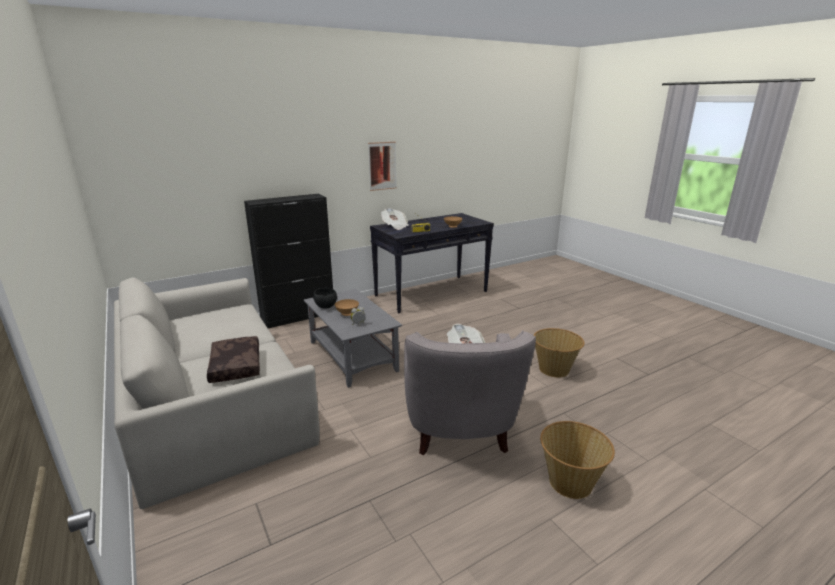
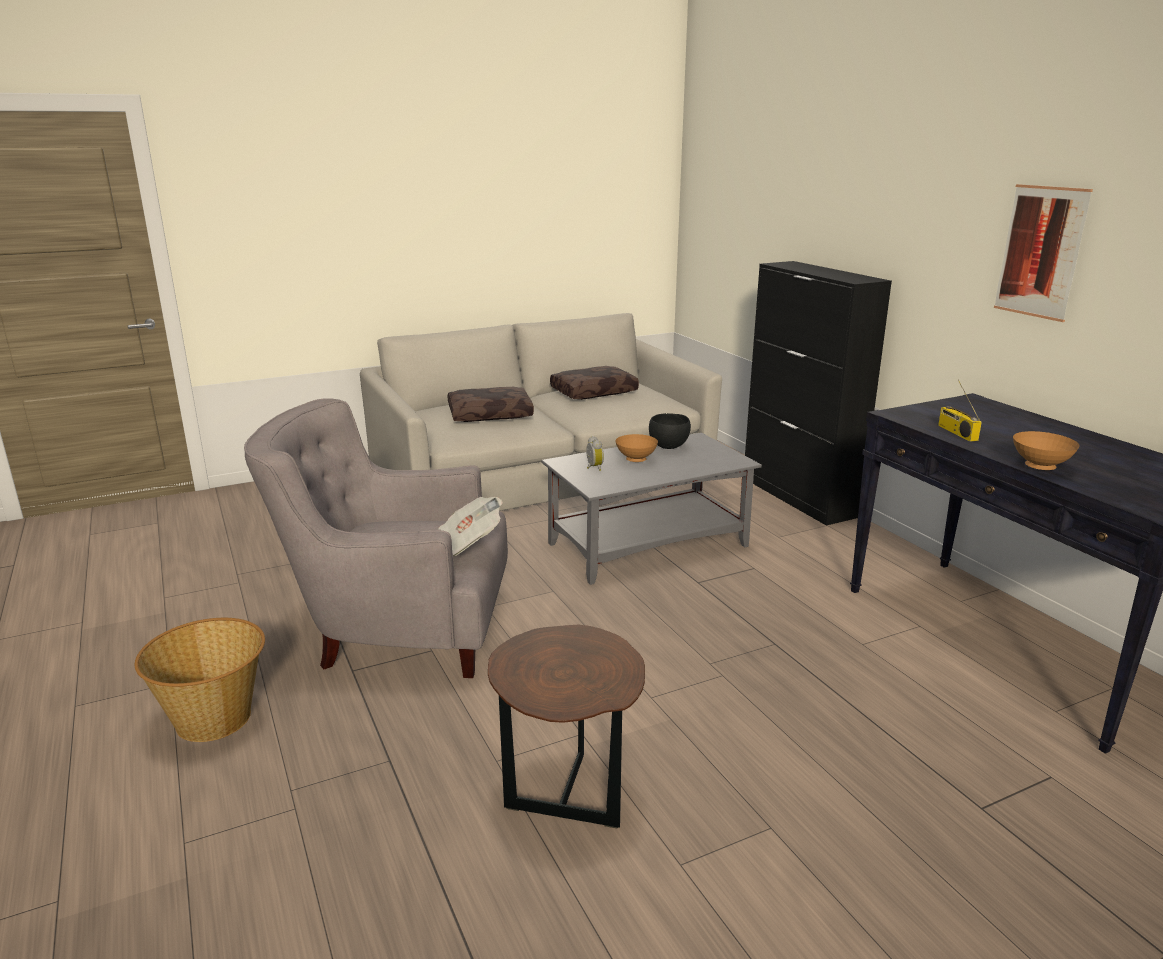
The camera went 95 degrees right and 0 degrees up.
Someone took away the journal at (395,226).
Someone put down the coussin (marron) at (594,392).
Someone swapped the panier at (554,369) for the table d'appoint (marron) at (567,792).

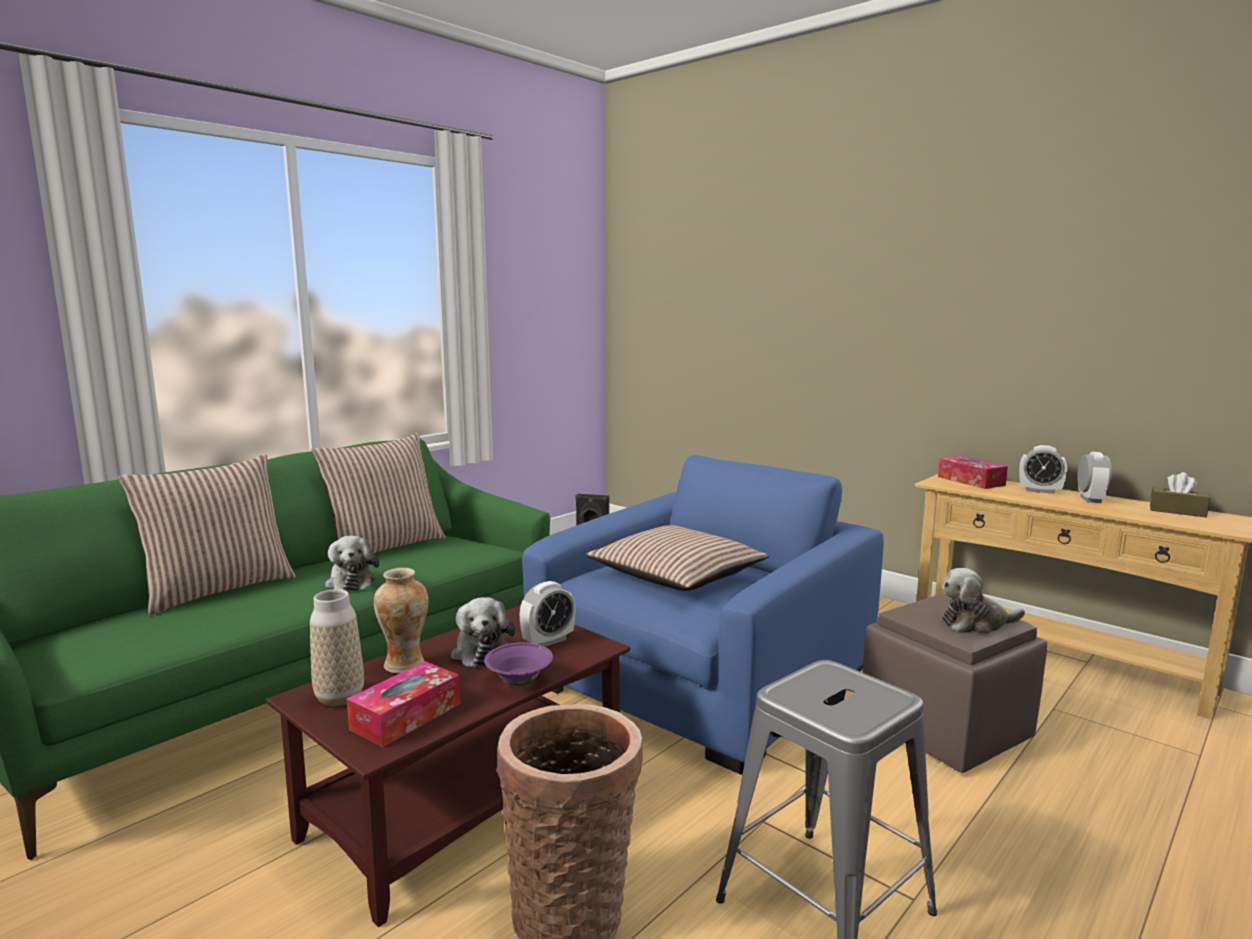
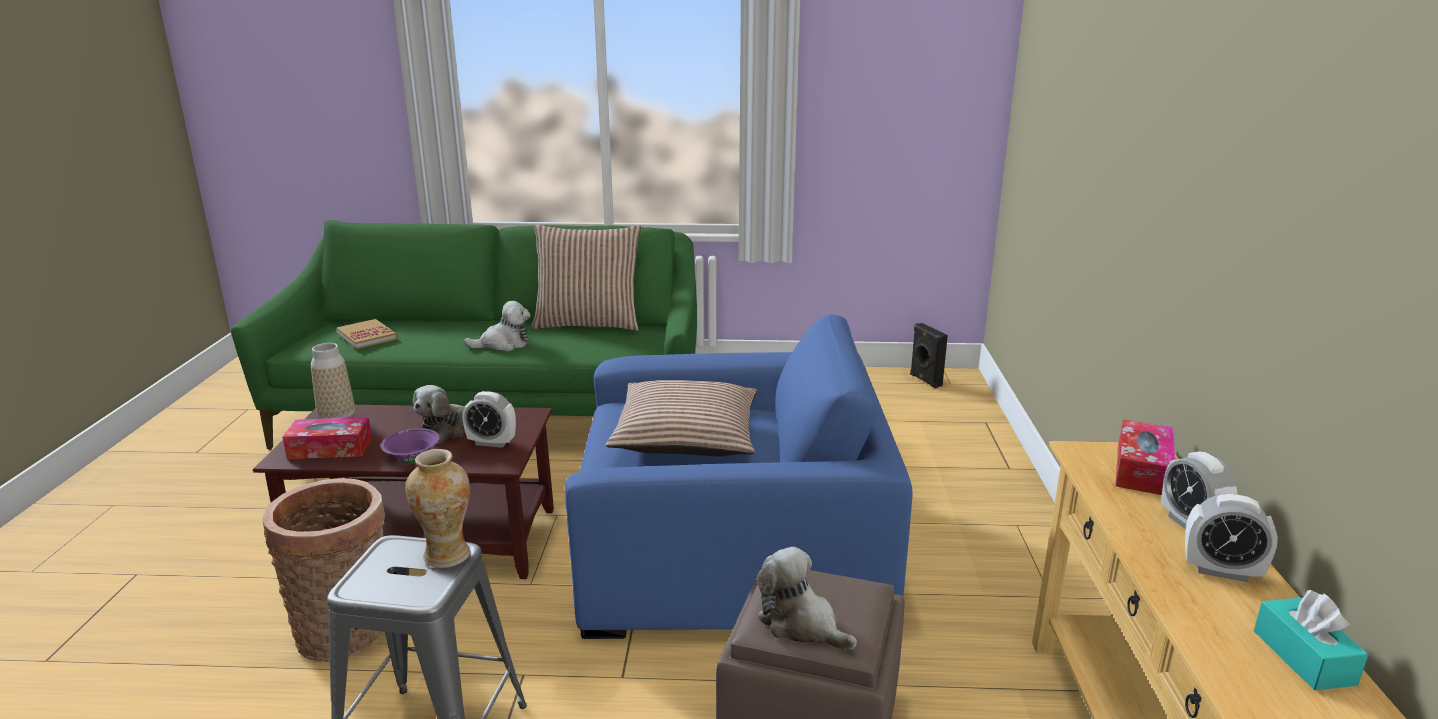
The camera went 50 degrees right and 10 degrees up.
Someone took away the coussin at (218,589).
Someone put down the livre at (367,336).
Someone carried the vase from (405,665) to (447,556).
Someone repainted the boîte à mouchoirs (marron) at (1177,511), which became the boîte à mouchoirs (turquoise) at (1303,657).
Someone rotated the peluche at (351,582) by 135 degrees counterclockwise.
Someone rotated the réveil at (1090,499) by 45 degrees clockwise.

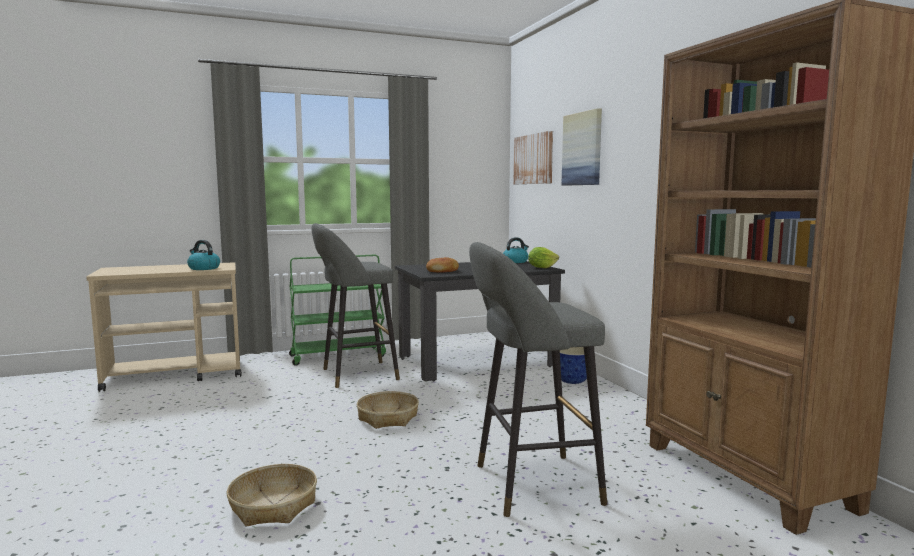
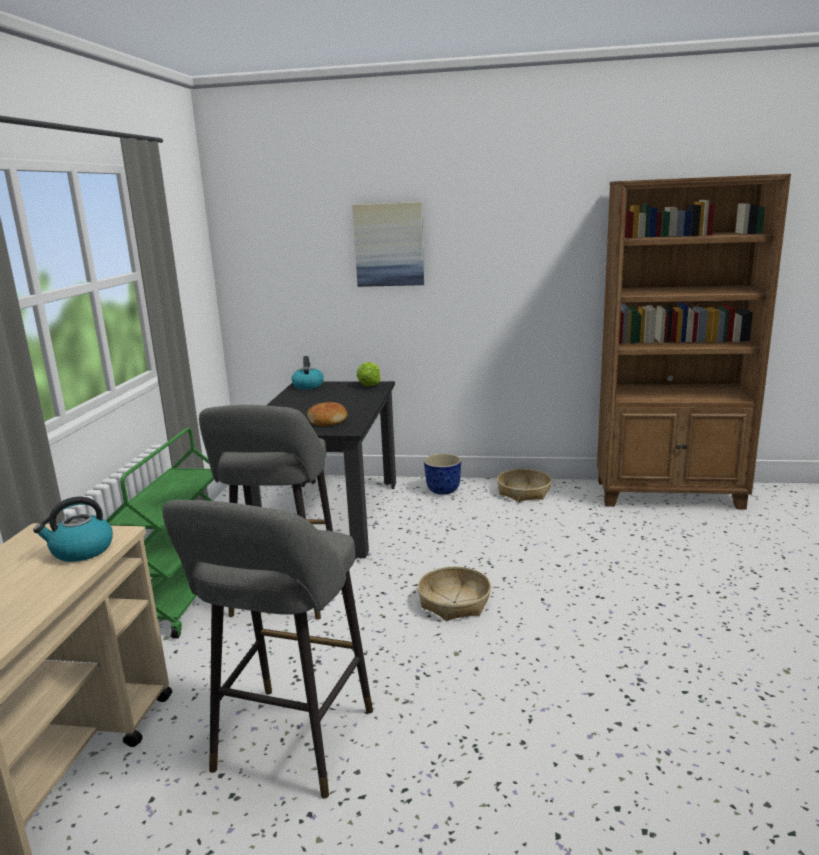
The camera went 60 degrees left and 10 degrees up.
Someone took away the tableau at (533,159).
Someone carried the panier from (273,506) to (524,492).
Someone carried the tabouret (gris) from (529,484) to (290,746).

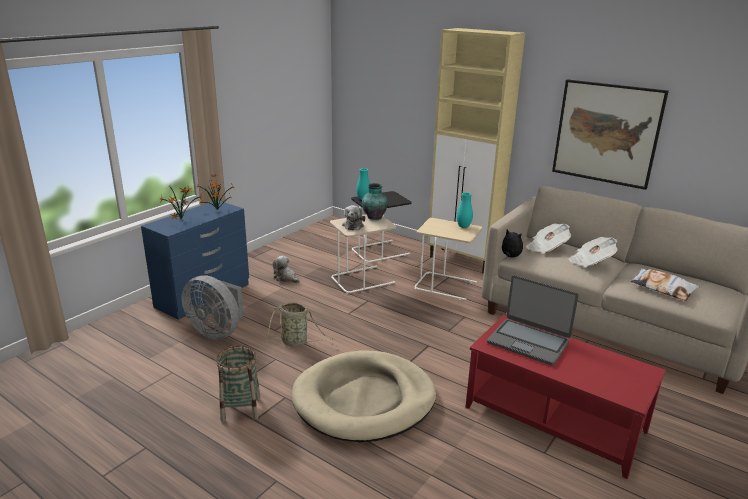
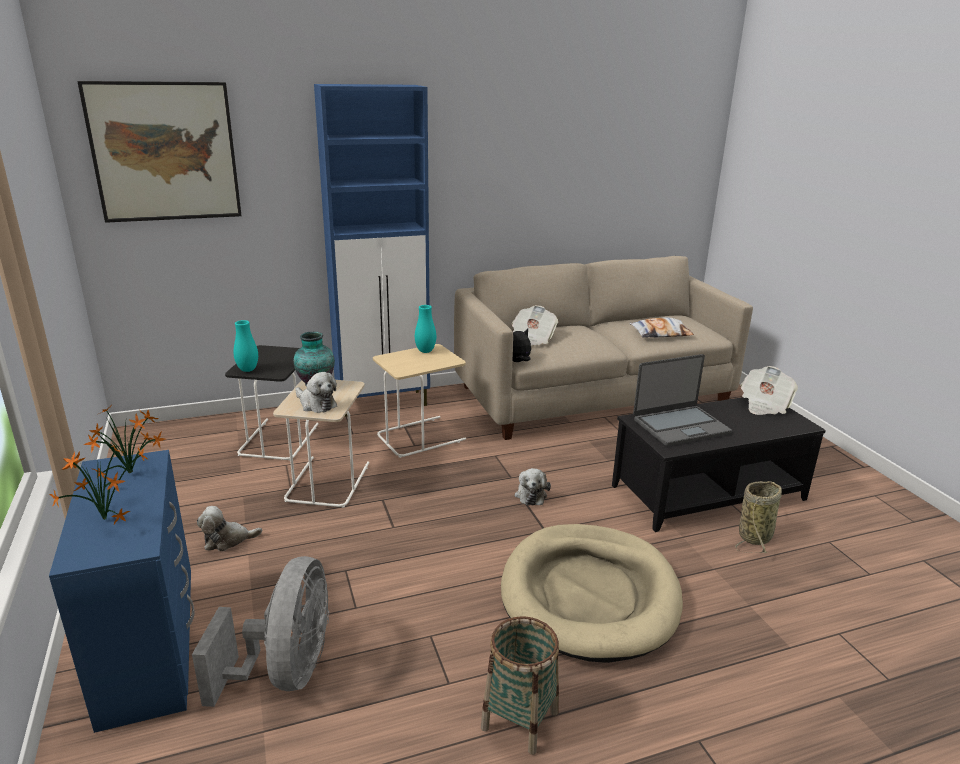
The camera went 55 degrees left and 0 degrees up.
Someone put down the peluche at (531,494).
Someone carried the panier from (296,342) to (755,536).
Someone carried the tableau from (606,133) to (165,152).
Someone carried the journal from (590,262) to (764,405).
Someone repainted the meuble de rangement (beige) at (463,261), which became the meuble de rangement (bleu) at (384,403).
Someone repainted the table basse (rouge) at (555,418), which became the table basse (noir) at (707,492).
Someone rotated the ventilateur (gris) at (217,331) by 60 degrees counterclockwise.

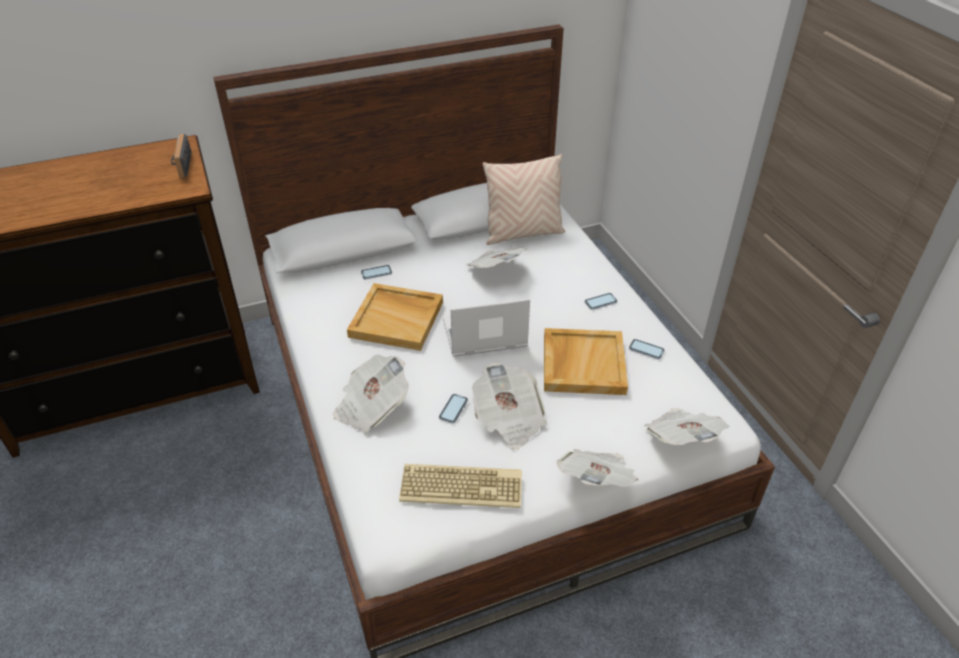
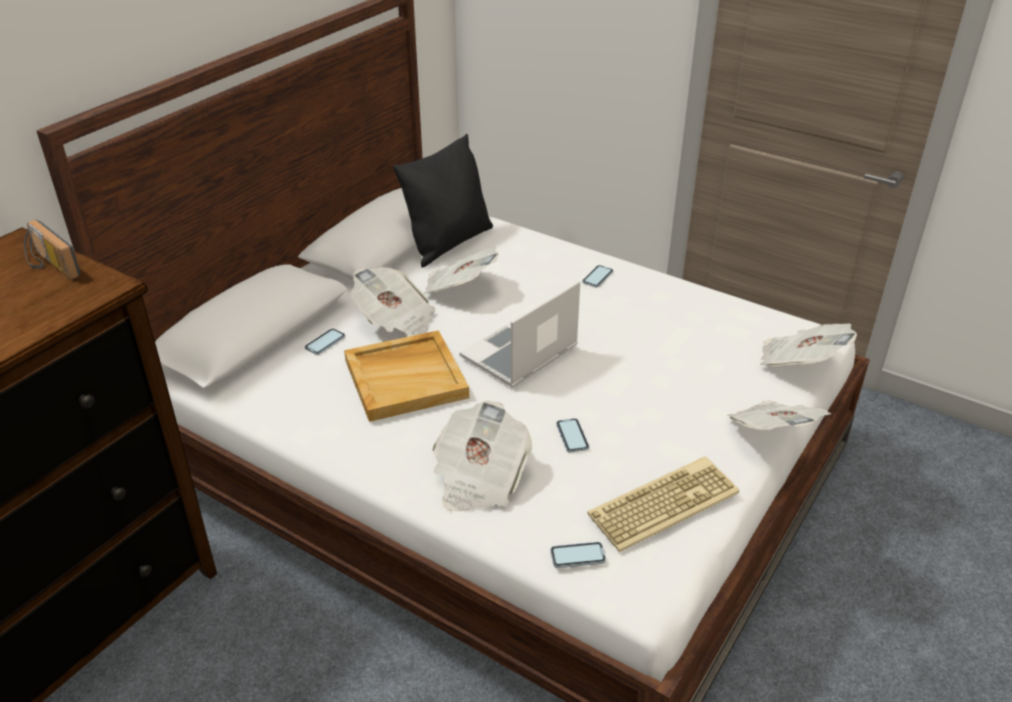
The camera went 35 degrees left and 5 degrees down.
Someone took away the plateau (beige) at (582,363).
Someone carried the journal from (509,419) to (395,321).
Someone carried the téléphone from (646,350) to (577,556).
Someone repainted the coussin (beige) at (523,233), which became the coussin (noir) at (449,243).

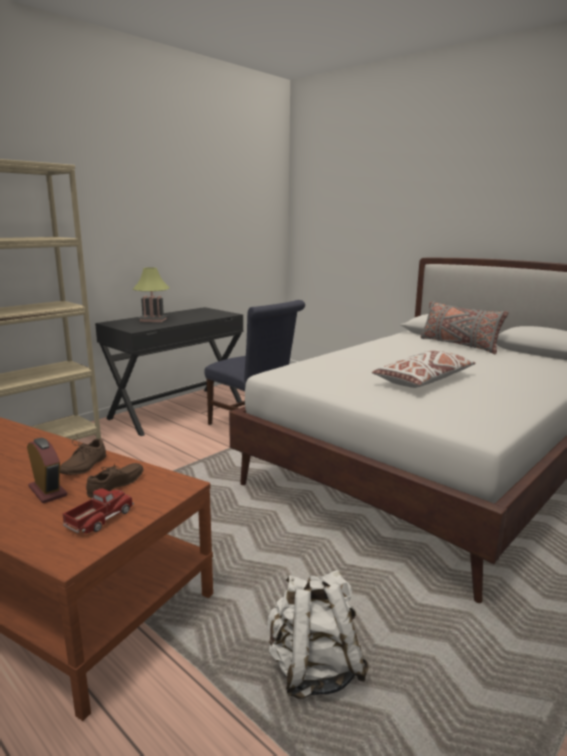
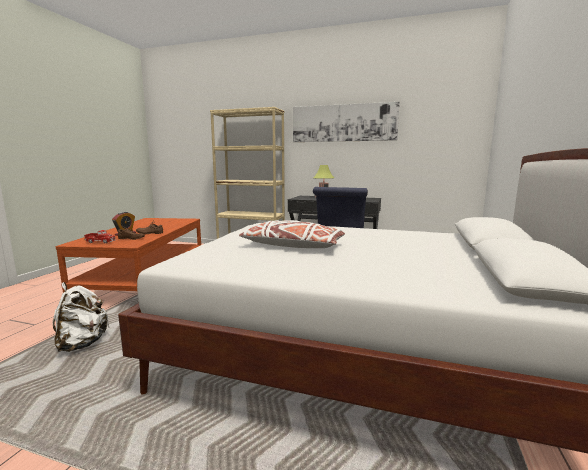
The camera went 65 degrees right and 5 degrees down.
Someone took away the coussin (gris) at (458,345).
Someone put up the tableau at (343,123).

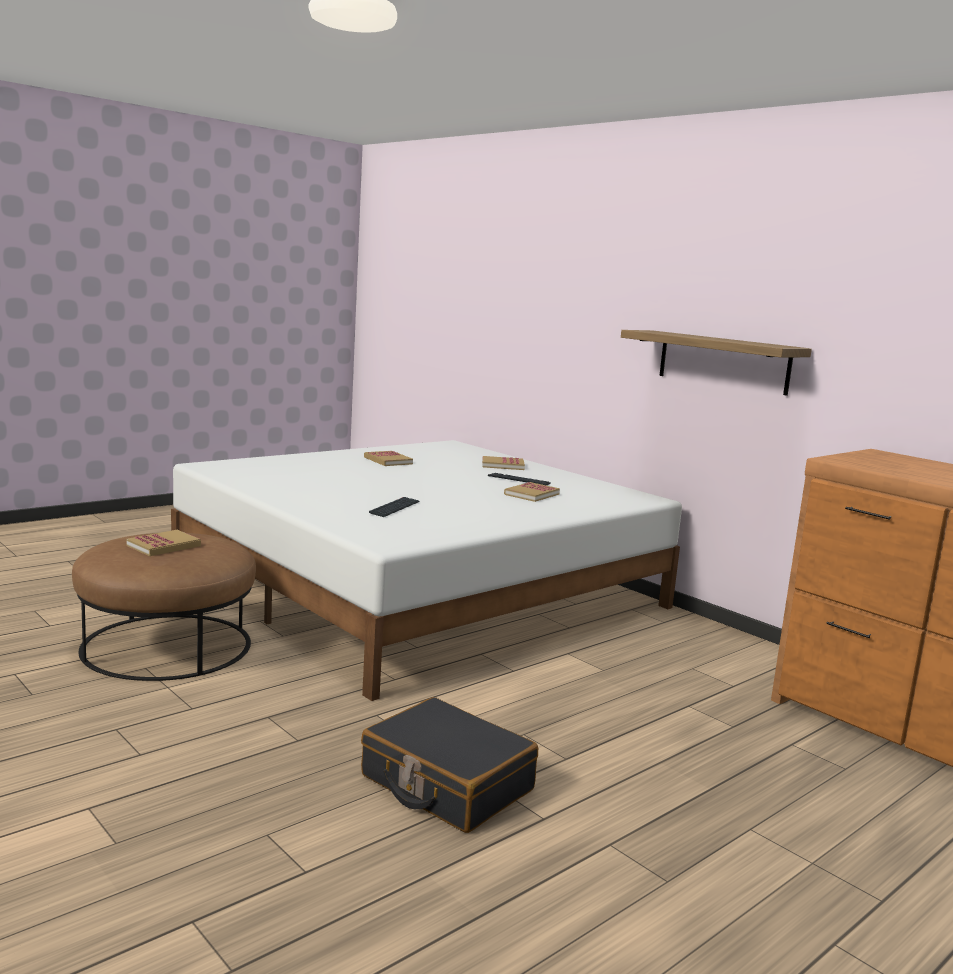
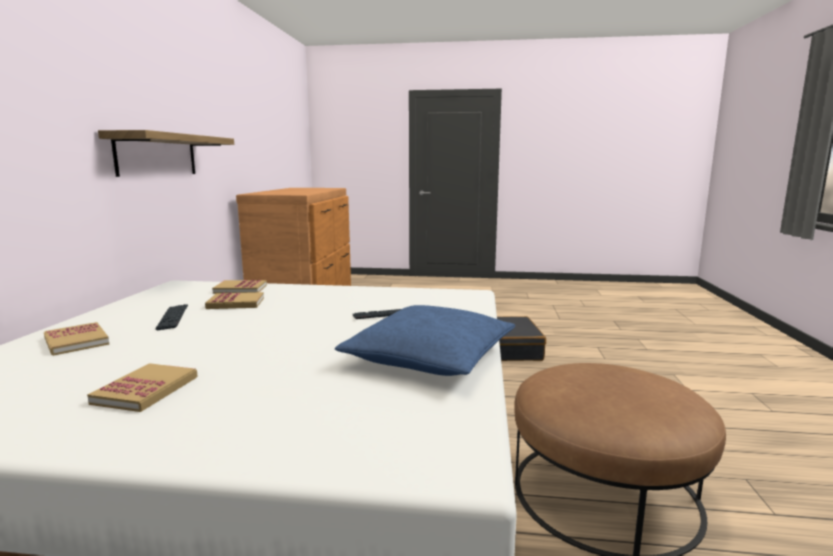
The camera went 130 degrees left and 0 degrees up.
Someone put down the coussin (bleu) at (429,357).
Someone carried the livre from (164,546) to (240,289).

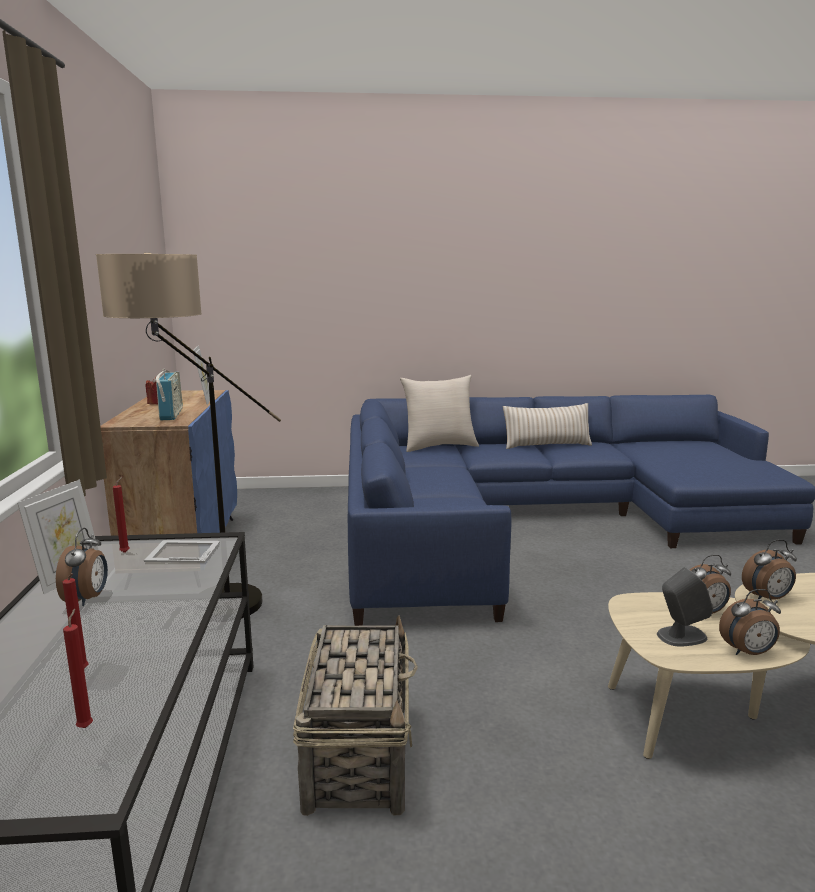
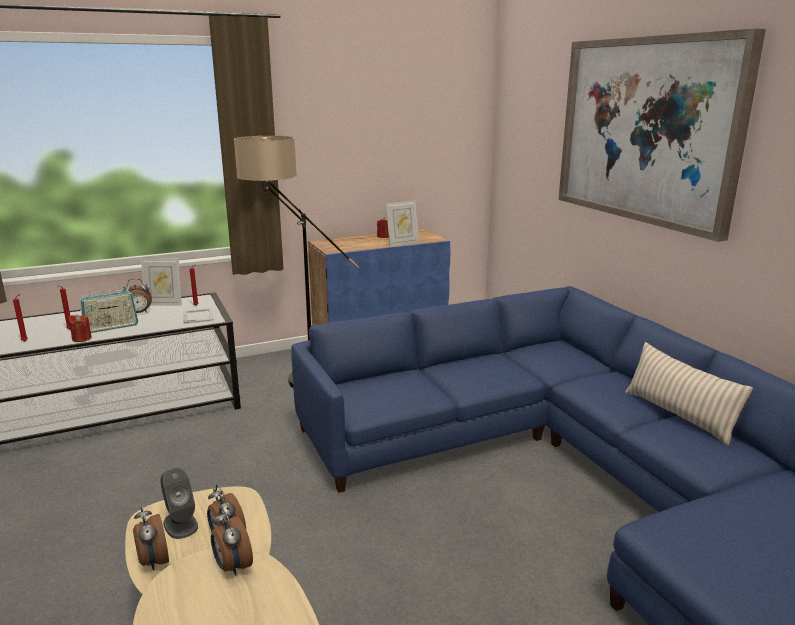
The camera went 70 degrees right and 5 degrees up.
Someone took away the panier at (358,753).
Someone took away the coussin (beige) at (439,446).
Someone put down the bougie (rouge) at (82,338).
Someone put up the tableau at (646,130).
Someone carried the radio from (171,414) to (111,327).

